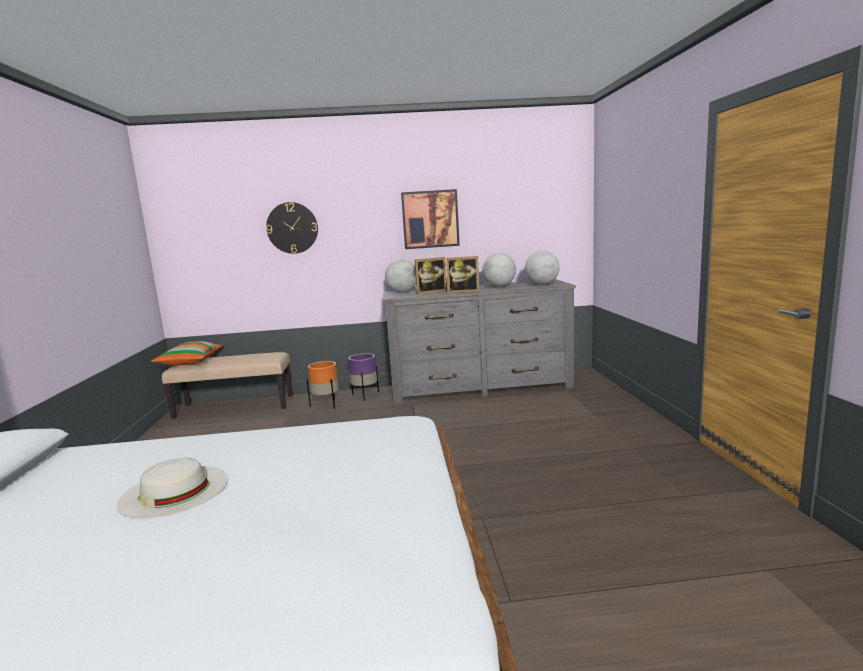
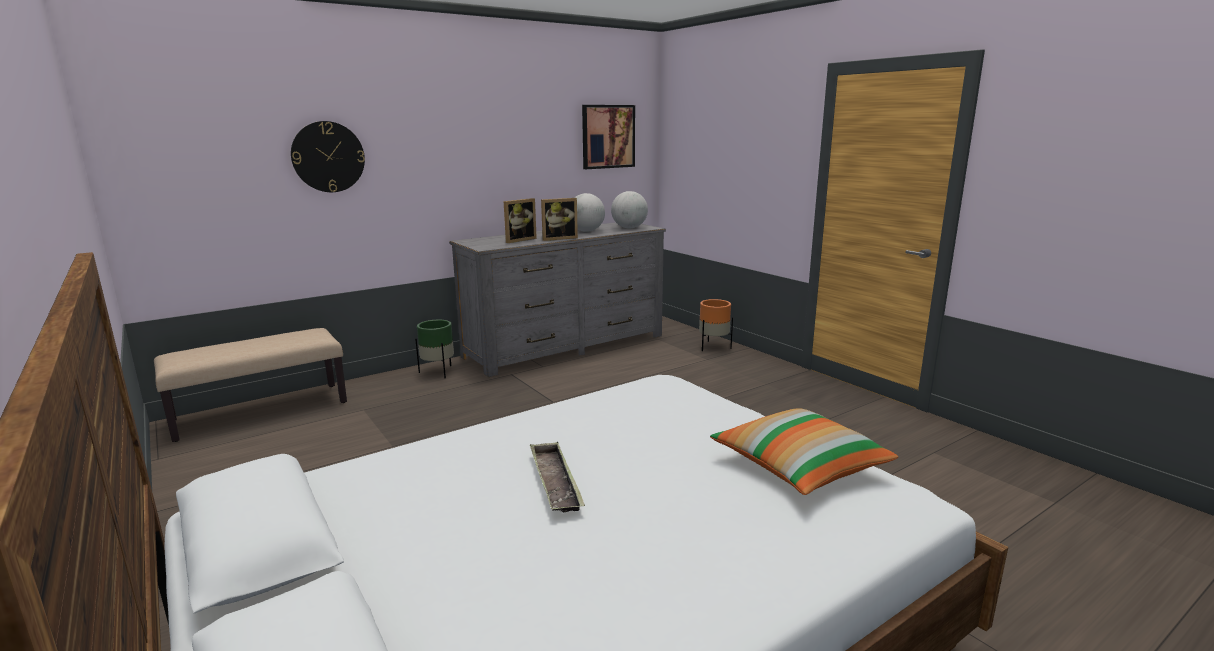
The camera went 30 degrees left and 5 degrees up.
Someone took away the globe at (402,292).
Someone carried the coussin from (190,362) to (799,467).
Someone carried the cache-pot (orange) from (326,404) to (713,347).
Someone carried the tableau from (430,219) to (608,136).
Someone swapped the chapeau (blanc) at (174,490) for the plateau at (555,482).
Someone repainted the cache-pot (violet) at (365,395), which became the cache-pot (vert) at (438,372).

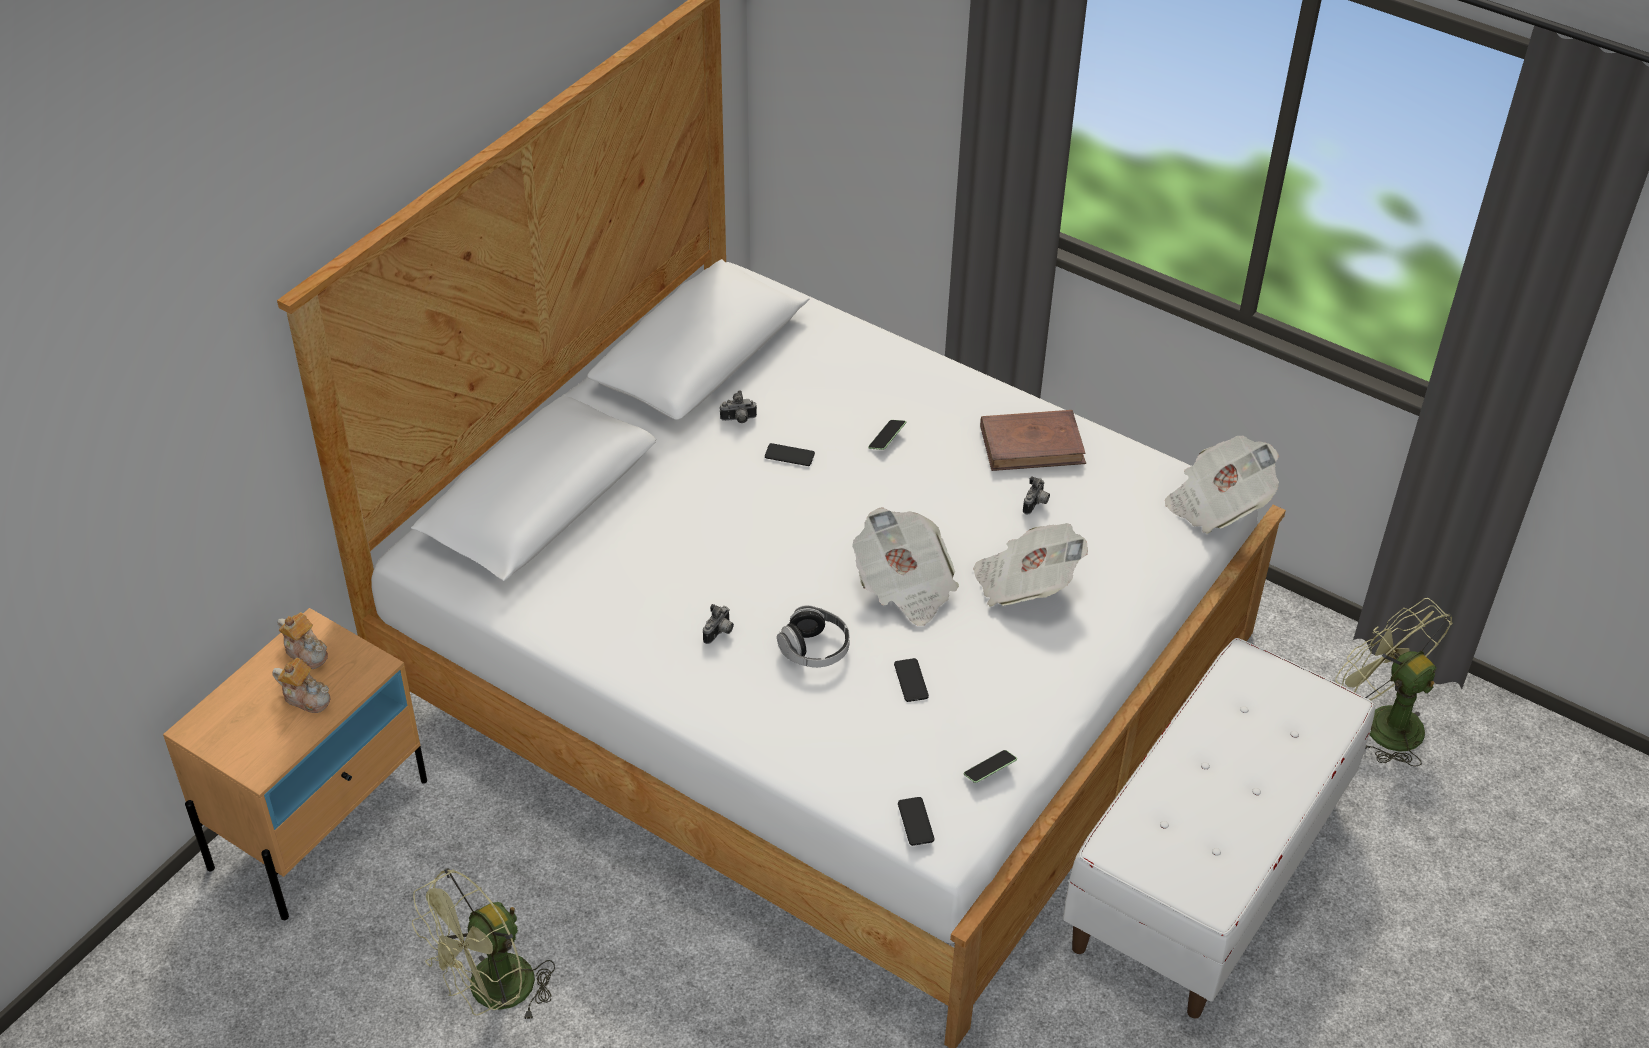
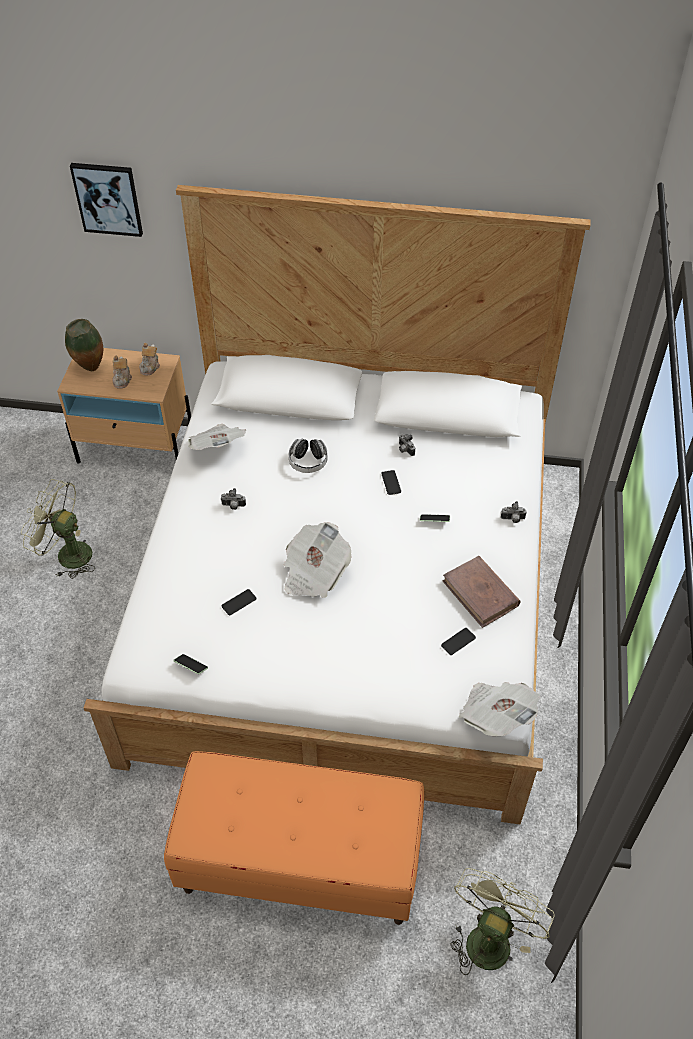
The camera went 65 degrees right and 5 degrees up.
Someone put down the vase at (90,369).
Someone put up the tableau at (108,198).
Someone carried the casque audio from (814,649) to (308,462).
Someone carried the téléphone from (915,821) to (458,641).
Someone carried the journal from (1025,584) to (218,448).
Someone carried the appareil photo from (1036,504) to (513,519).
Someone repainted the banc (blanc) at (1206,871), which became the banc (orange) at (300,861).

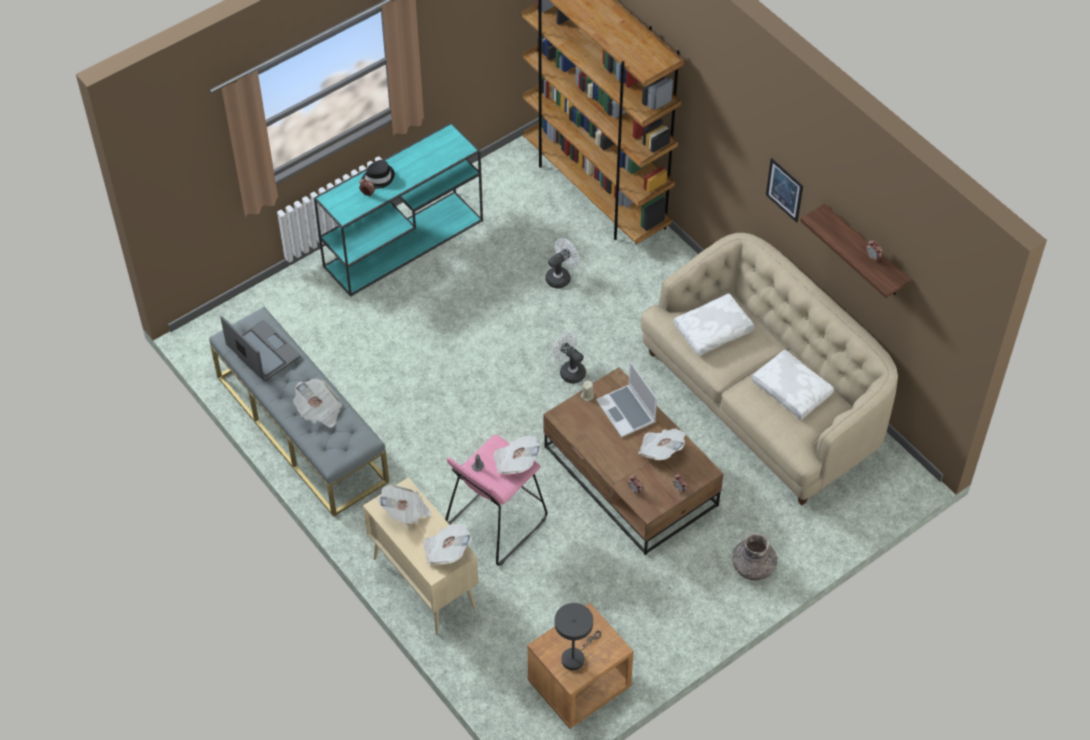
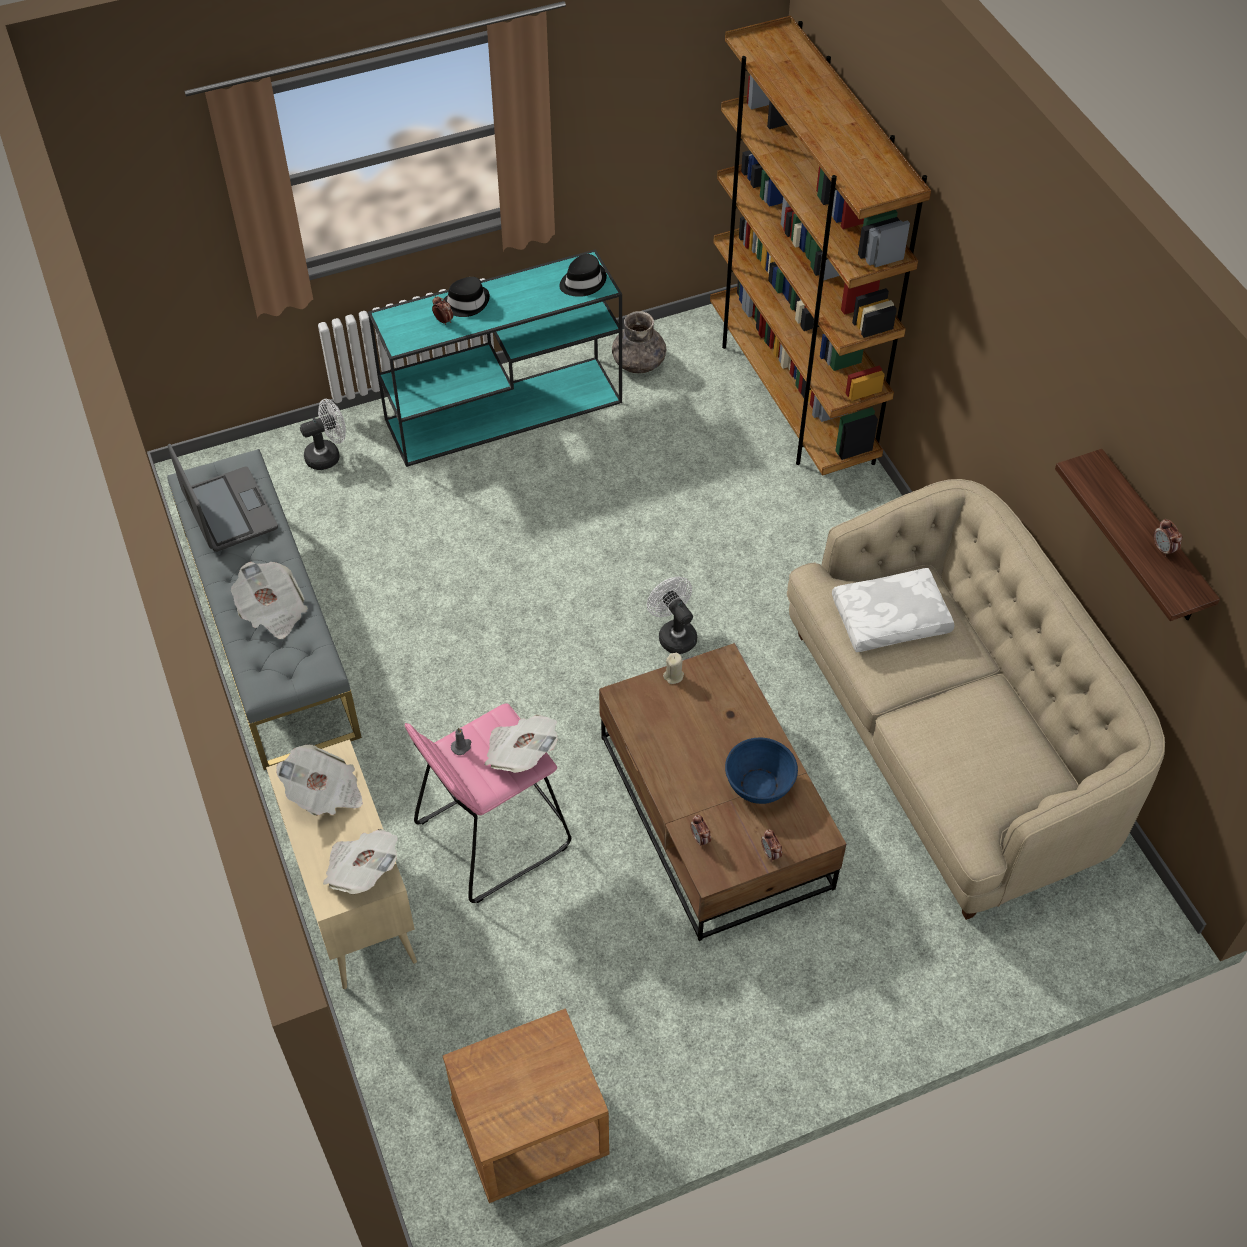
The camera went 15 degrees right and 0 degrees up.
Someone took away the lampe de table (gris) at (575,656).
Someone took away the ordinateur portable at (627,412).
Someone took away the coussin (blanc) at (792,389).
Someone took away the tableau at (784,190).
Someone put down the chapeau (noir) at (582,281).
Someone carried the ventilateur (blanc) from (561,277) to (328,455).
Someone carried the vase (gris) from (753,566) to (639,362).
Someone swapped the journal at (660,450) for the bol (bleu) at (759,784).

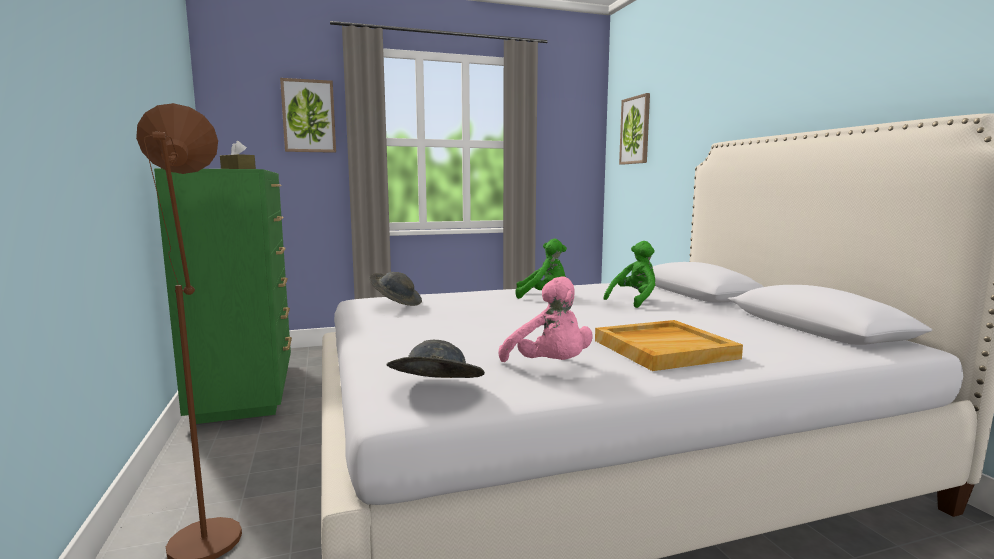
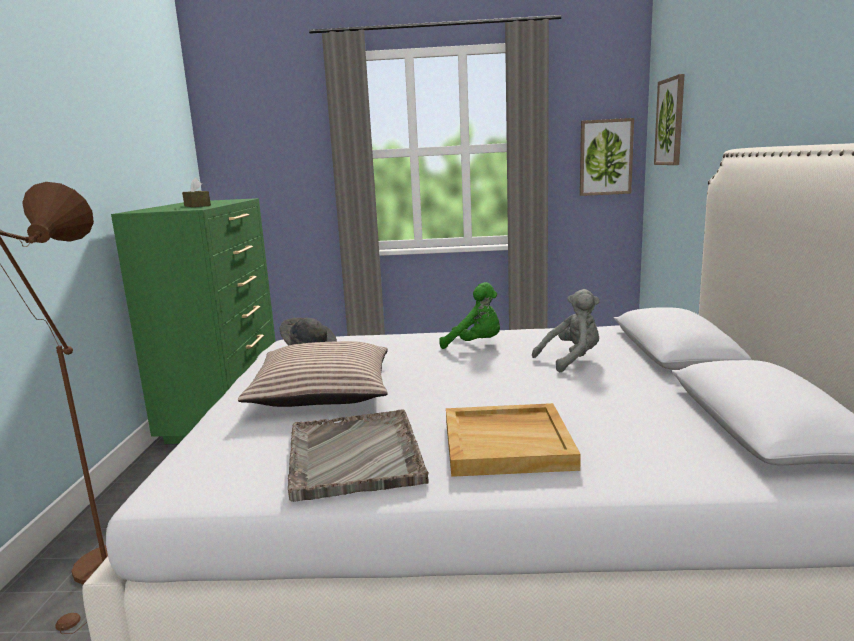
The camera went 20 degrees right and 5 degrees up.
Someone took away the chapeau (gris) at (435,391).
Someone put down the coussin at (323,392).
Someone carried the tableau from (308,116) to (605,157).
Someone swapped the peluche (rose) at (550,366) for the plateau (gris) at (354,456).
Someone repainted the peluche (vert) at (634,300), which became the peluche (gris) at (571,360).

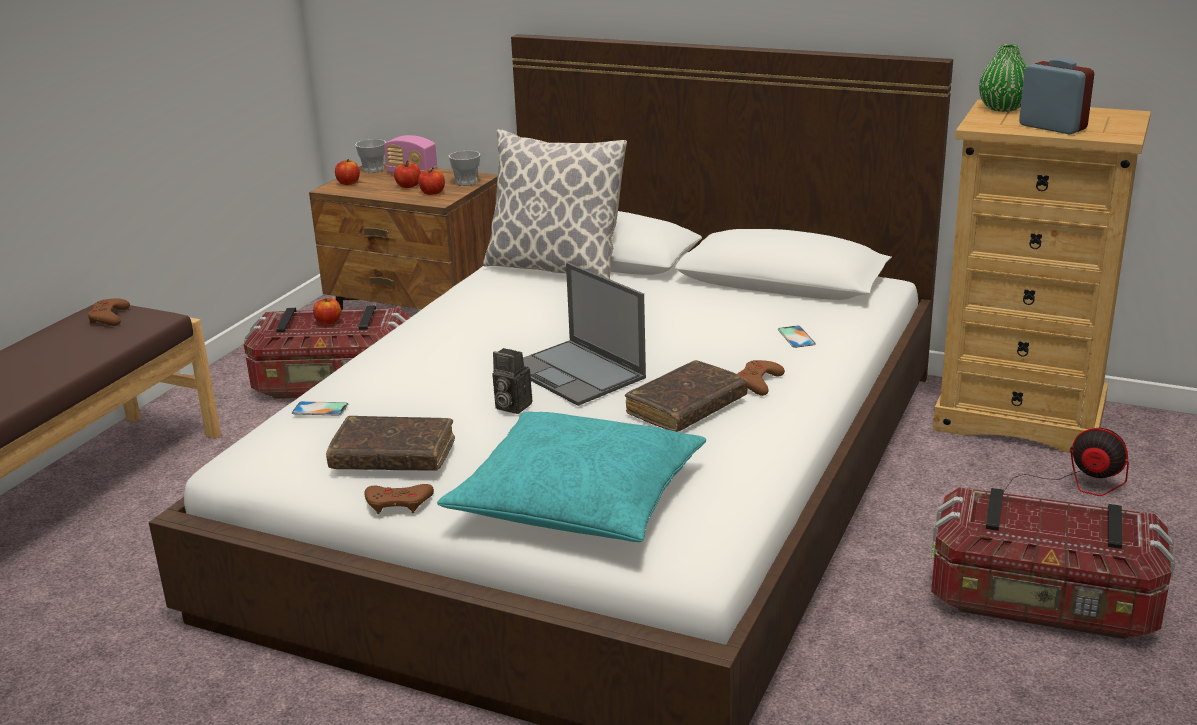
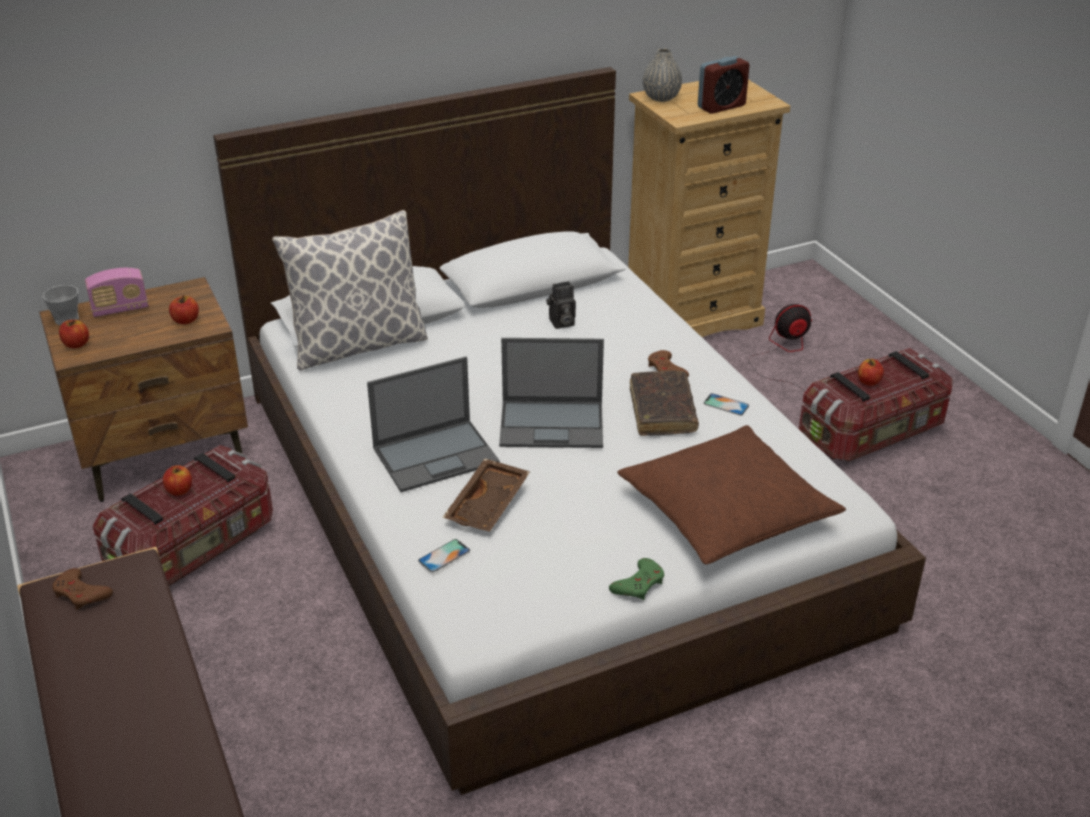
The camera went 50 degrees left and 10 degrees up.
Someone took away the livre (marron) at (393,456).
Someone took away the tasse at (466,182).
Someone put down the ordinateur portable at (437,455).
Someone put down the plateau (marron) at (489,505).
Someone carried the pomme from (408,186) to (869,381).
Someone carried the appareil photo from (510,406) to (561,323).
Someone carried the téléphone from (796,337) to (726,404).
Someone repainted the manette (marron) at (398,503), which became the manette (vert) at (639,584).
Someone repainted the coussin (turquoise) at (578,499), which became the coussin (marron) at (726,510).
Someone repainted the vase (vert) at (1002,108), which became the vase (gris) at (661,97).
Someone rotated the réveil at (1052,127) by 150 degrees clockwise.

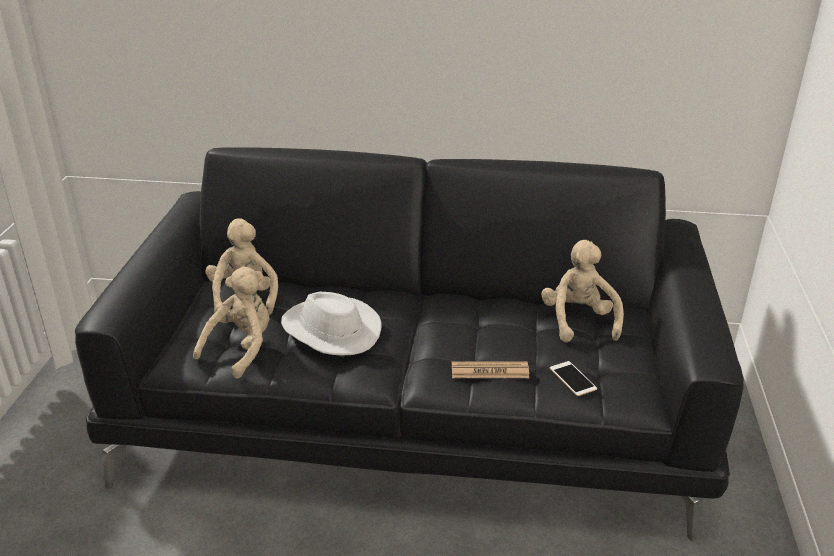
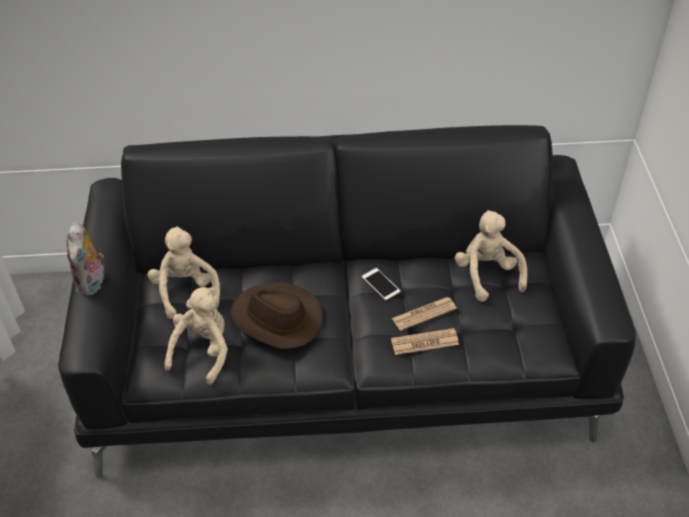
The camera went 10 degrees left and 15 degrees up.
Someone put down the peluche at (93,283).
Someone put down the journal at (424,314).
Someone carried the téléphone from (573,378) to (380,284).
Someone repainted the chapeau (blanc) at (330,330), which became the chapeau (marron) at (276,319).

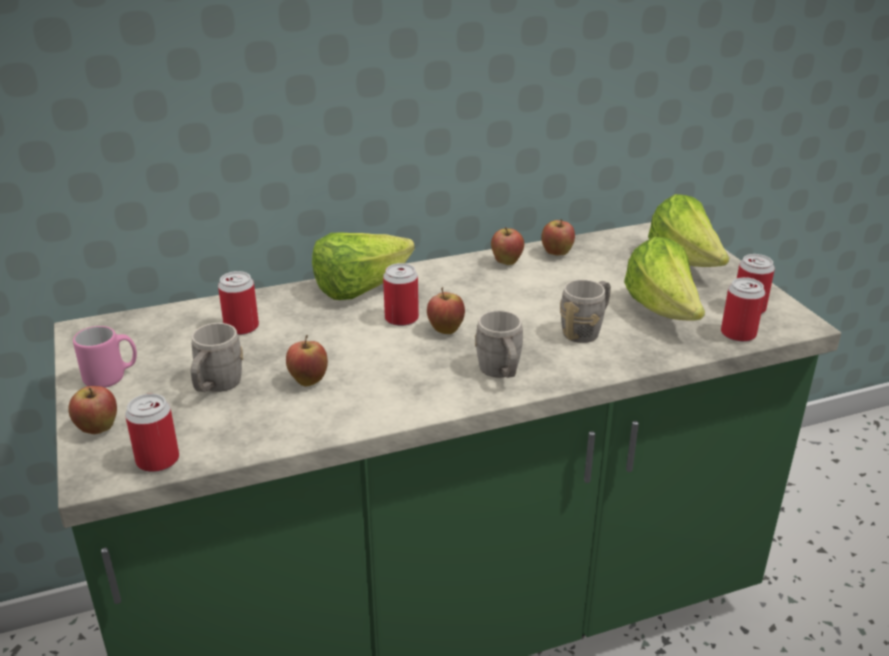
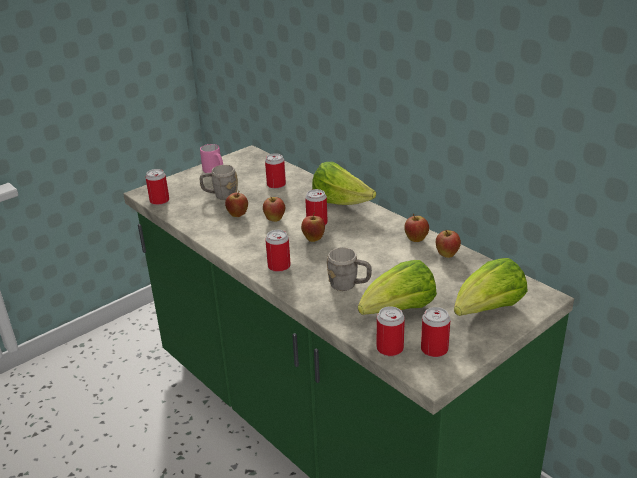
The camera went 70 degrees right and 0 degrees up.
Someone carried the pomme from (98,430) to (274,220).
Someone swapped the mug (gris) at (501,373) for the boîte métallique at (279,266).

